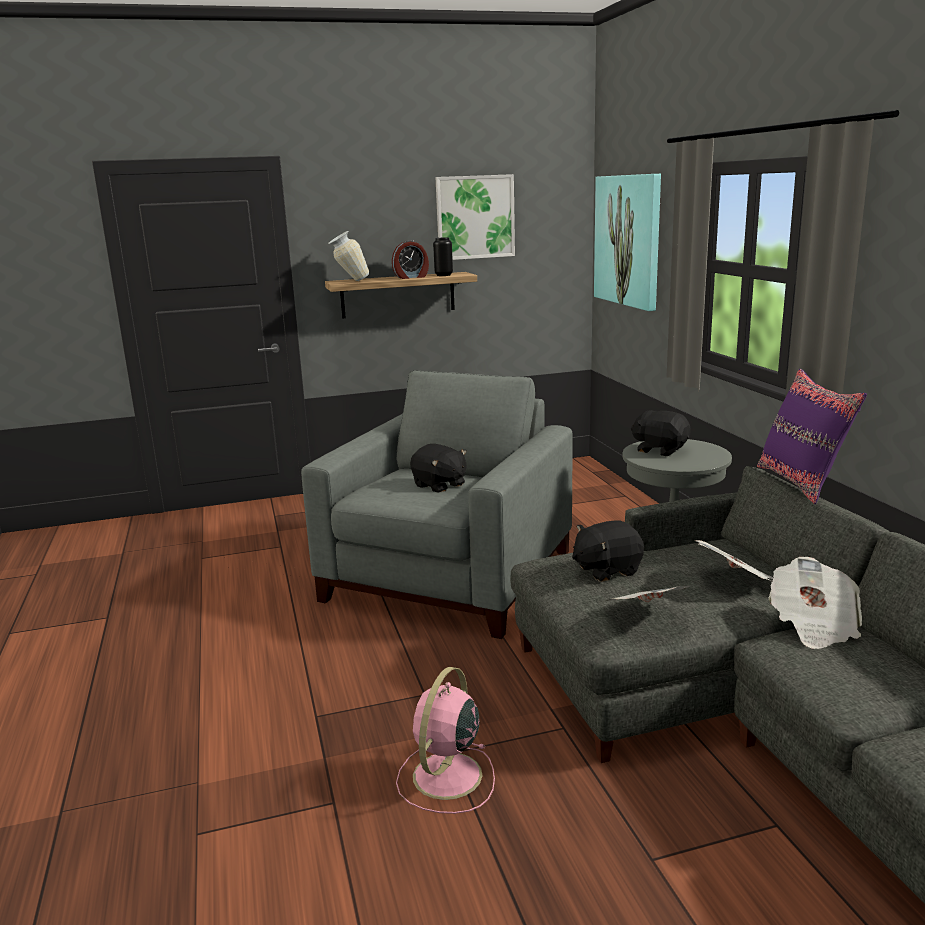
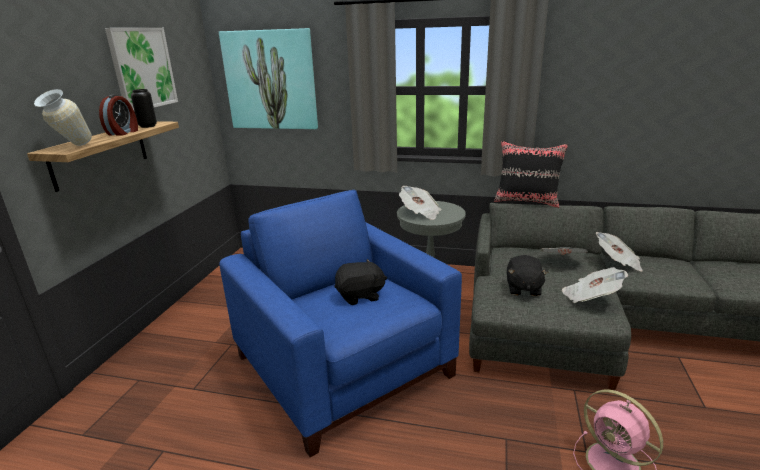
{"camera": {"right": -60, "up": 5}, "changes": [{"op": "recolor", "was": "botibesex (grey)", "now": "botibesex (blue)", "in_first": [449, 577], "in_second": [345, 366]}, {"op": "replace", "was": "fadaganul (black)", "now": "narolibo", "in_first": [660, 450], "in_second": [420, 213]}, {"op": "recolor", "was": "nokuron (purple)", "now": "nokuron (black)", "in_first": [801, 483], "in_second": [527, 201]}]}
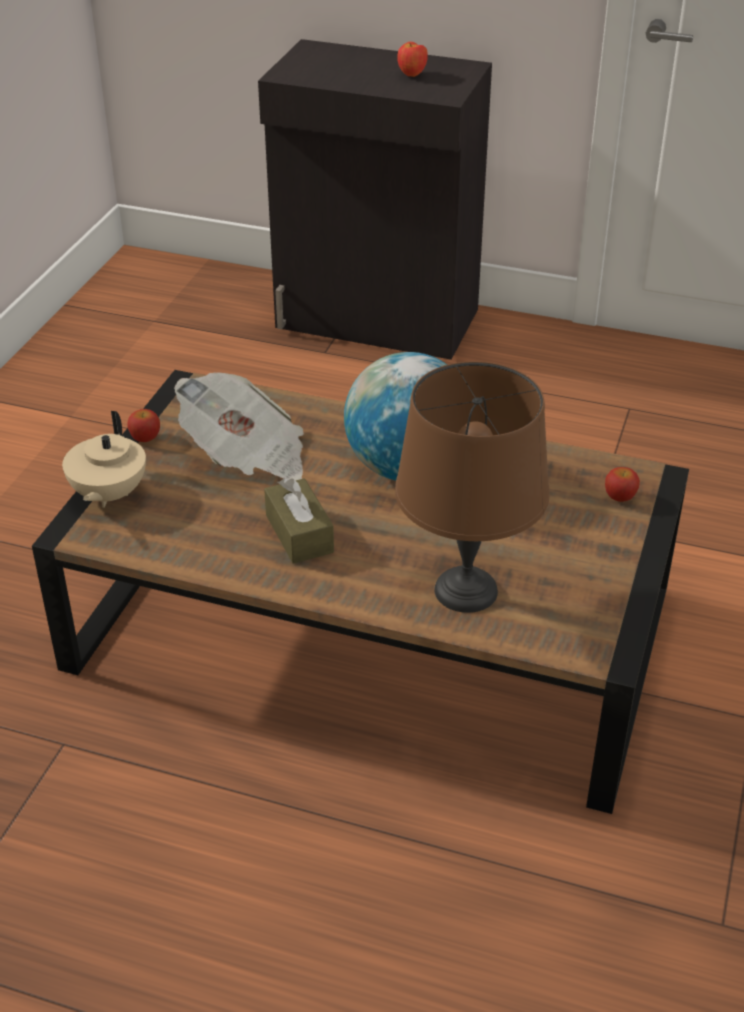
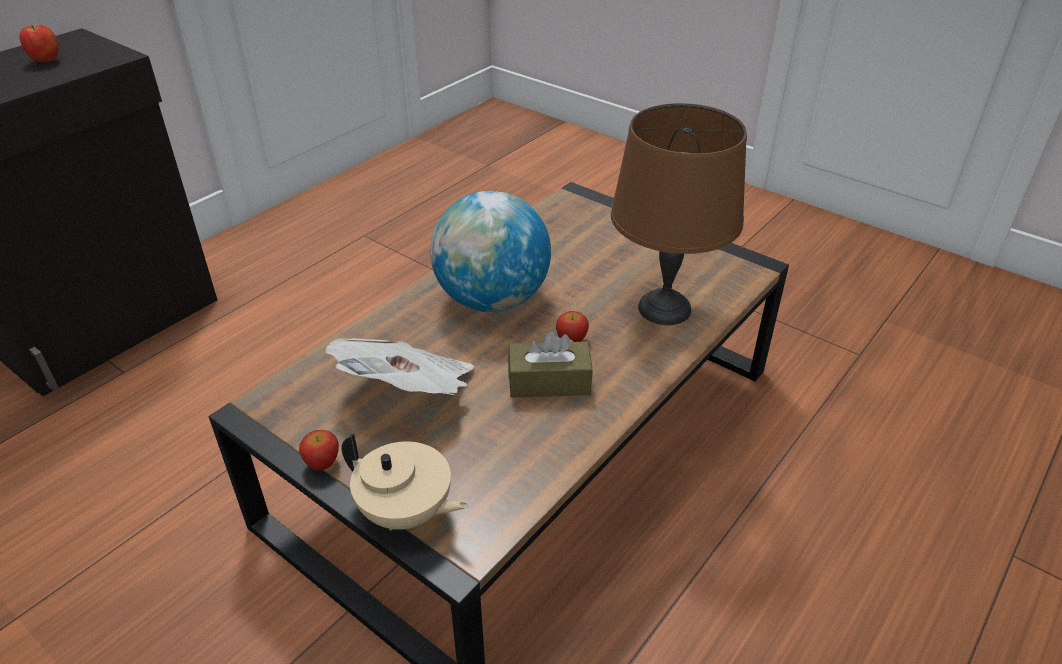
{"camera": {"right": -70, "up": 0}, "changes": [{"op": "move", "was": "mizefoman", "in_first": [620, 497], "in_second": [571, 340]}]}
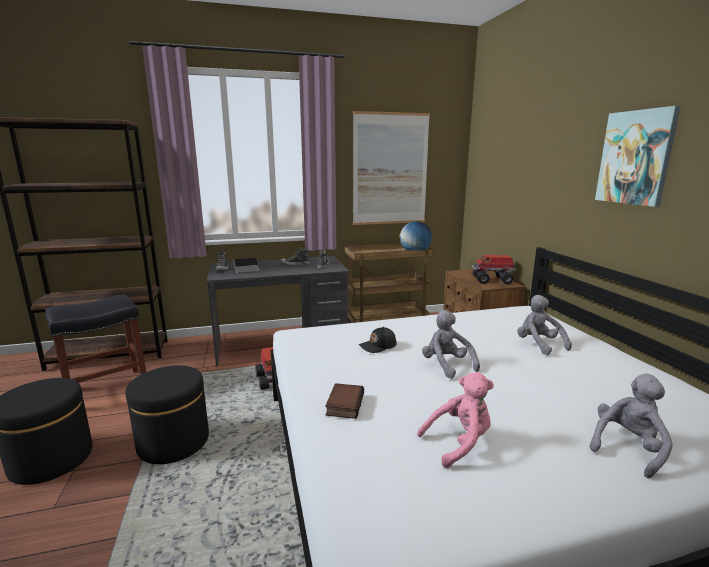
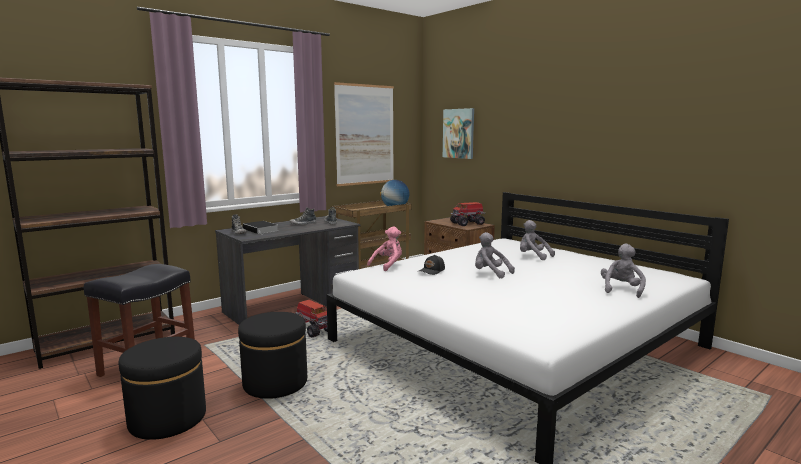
{"camera": {"right": -25, "up": -5}, "changes": [{"op": "delete", "was": "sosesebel", "in_first": [344, 404]}, {"op": "move", "was": "fadaganul (pink)", "in_first": [459, 443], "in_second": [388, 265]}, {"op": "move", "was": "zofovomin", "in_first": [635, 157], "in_second": [459, 133]}]}
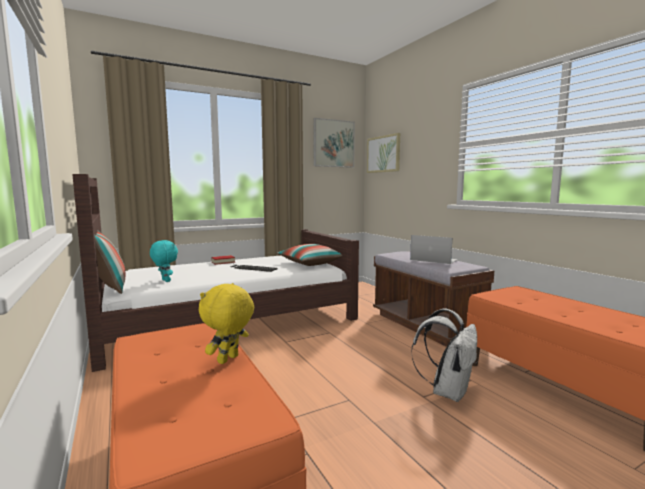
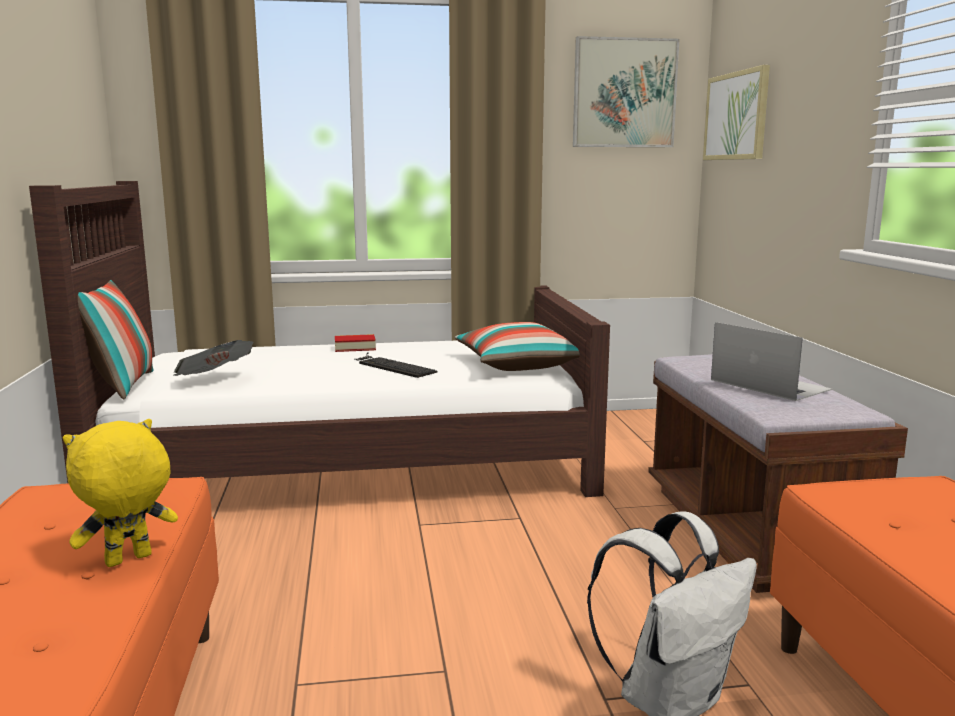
{"camera": {"right": 20, "up": 5}, "changes": [{"op": "replace", "was": "fadaganul (turquoise)", "now": "narolibo", "in_first": [165, 281], "in_second": [215, 380]}]}
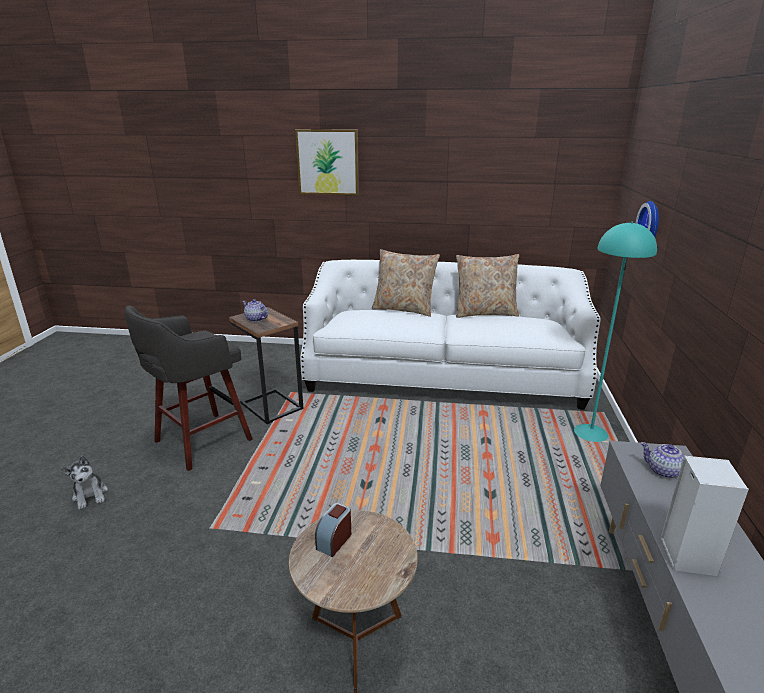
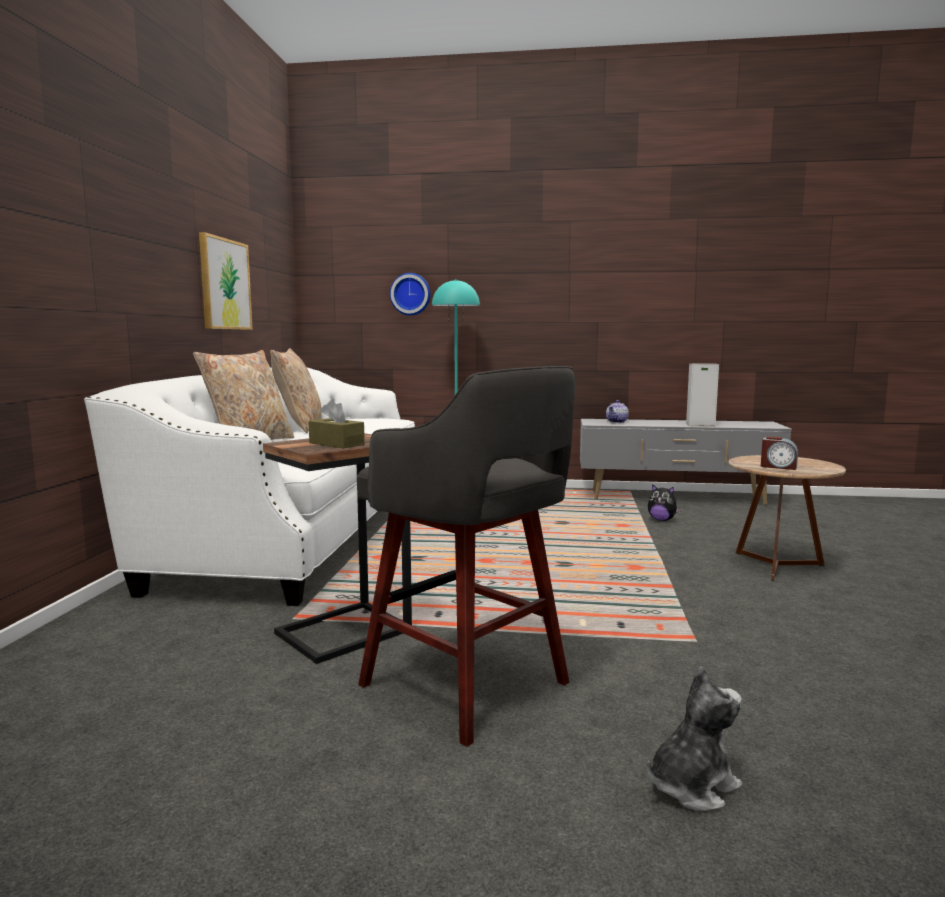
{"camera": {"right": -90, "up": -15}, "changes": [{"op": "replace", "was": "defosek", "now": "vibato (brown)", "in_first": [256, 319], "in_second": [336, 444]}, {"op": "move", "was": "zofovomin", "in_first": [328, 162], "in_second": [225, 284]}, {"op": "insert", "now": "fadaganul", "in_second": [662, 520]}]}
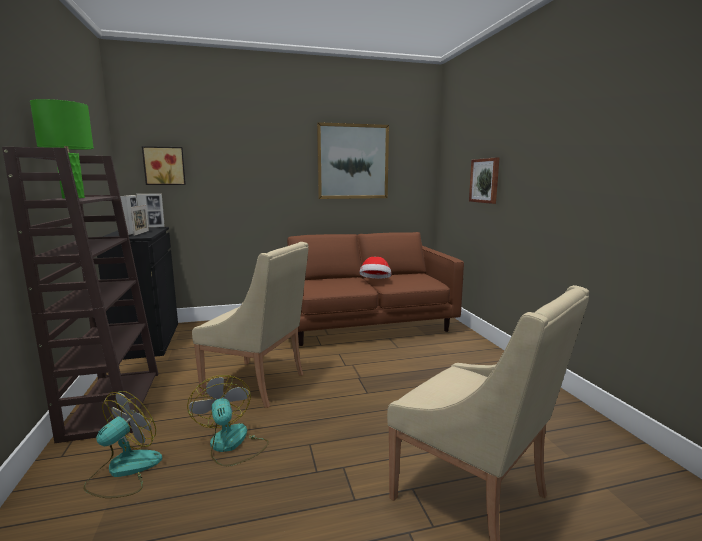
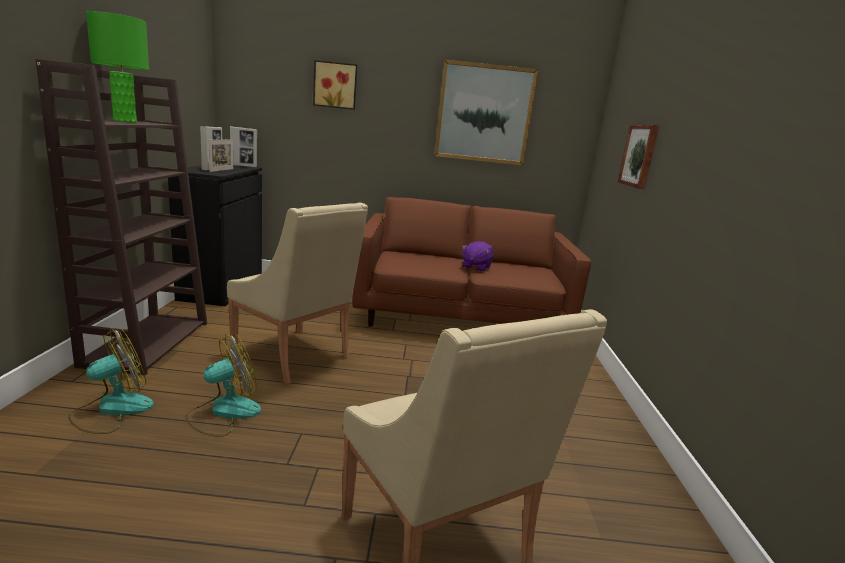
{"camera": {"right": 15, "up": 5}, "changes": [{"op": "move", "was": "zofovomin", "in_first": [164, 166], "in_second": [335, 85]}, {"op": "rotate", "was": "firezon", "in_first": [231, 445], "in_second": [224, 412], "clockwise": 60}, {"op": "replace", "was": "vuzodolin", "now": "fadaganul (purple)", "in_first": [375, 281], "in_second": [476, 267]}]}
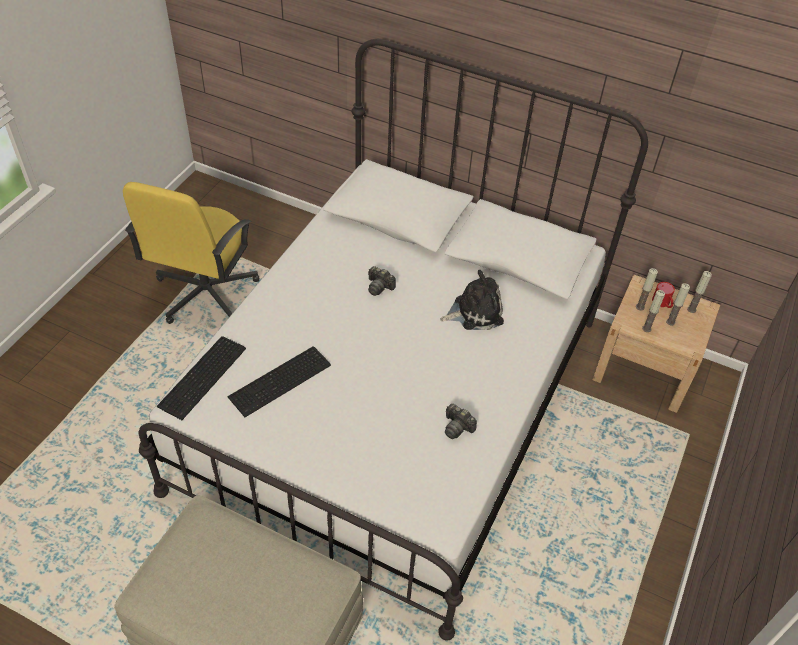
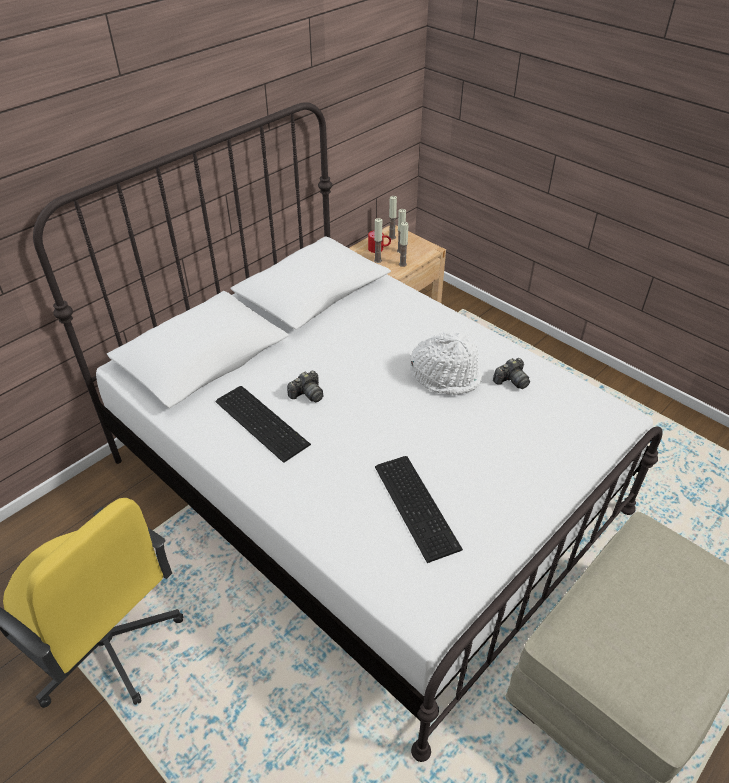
{"camera": {"right": -70, "up": -5}, "changes": [{"op": "move", "was": "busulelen", "in_first": [205, 377], "in_second": [262, 421]}, {"op": "delete", "was": "fadaganul", "in_first": [474, 311]}, {"op": "insert", "now": "vuzodolin (white)", "in_second": [446, 375]}]}
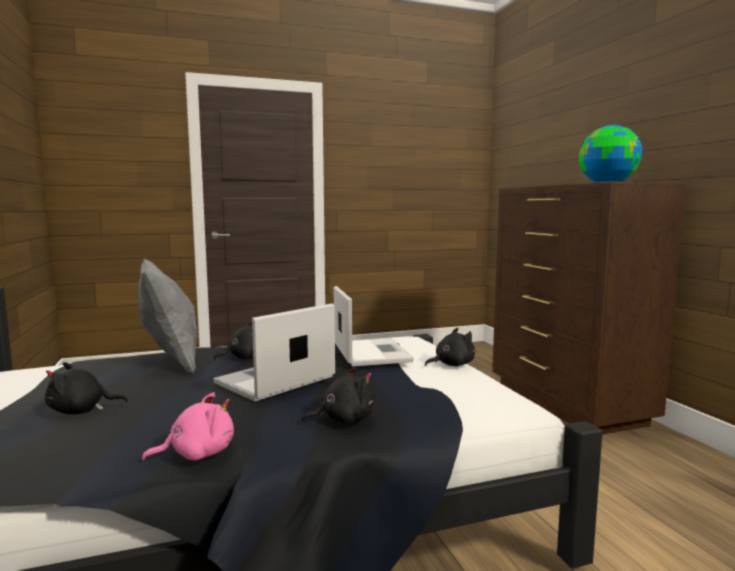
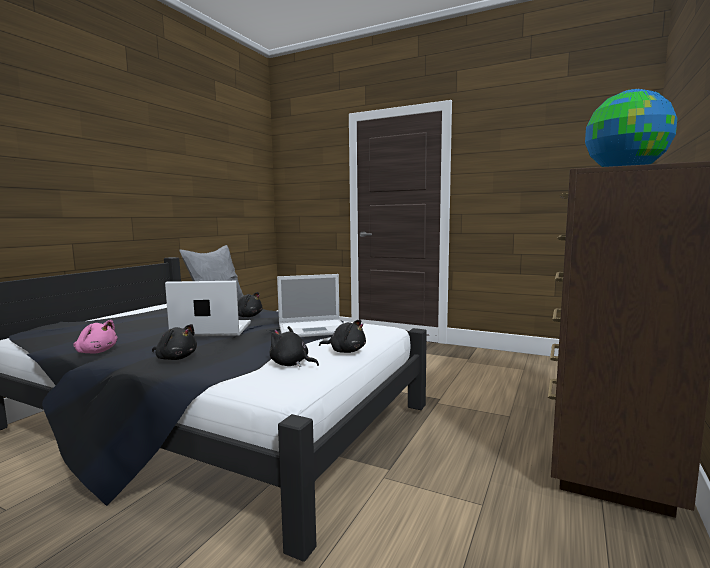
{"camera": {"right": 45, "up": 0}, "changes": [{"op": "move", "was": "fadaganul (black)", "in_first": [81, 411], "in_second": [291, 364]}, {"op": "rotate", "was": "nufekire", "in_first": [370, 352], "in_second": [314, 329], "clockwise": 45}]}
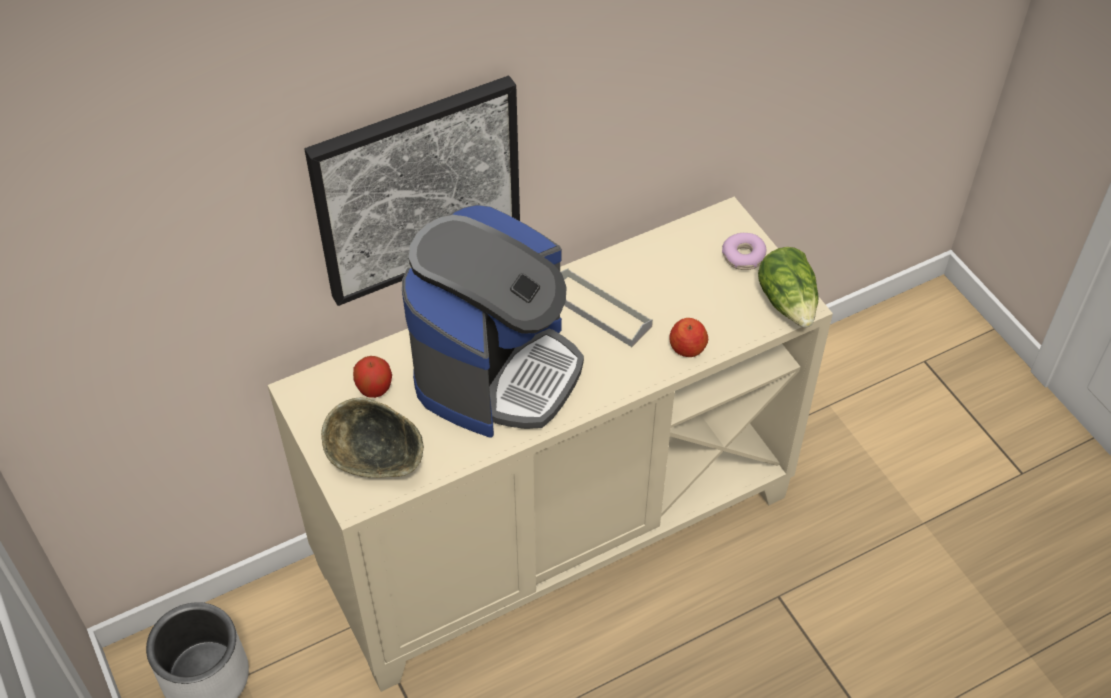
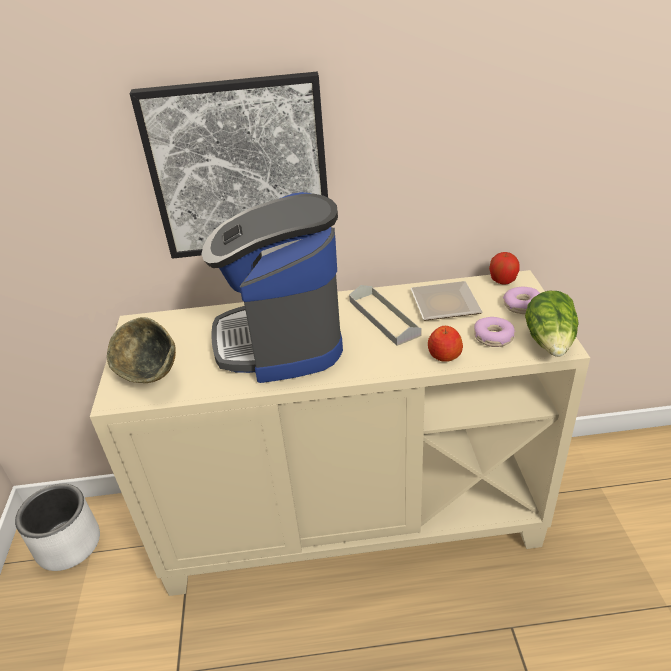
{"camera": {"right": 25, "up": -15}, "changes": [{"op": "move", "was": "mizefoman", "in_first": [374, 388], "in_second": [502, 281]}, {"op": "rotate", "was": "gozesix", "in_first": [496, 370], "in_second": [281, 339], "clockwise": 120}, {"op": "insert", "now": "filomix", "in_second": [442, 303]}, {"op": "insert", "now": "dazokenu", "in_second": [493, 337]}]}
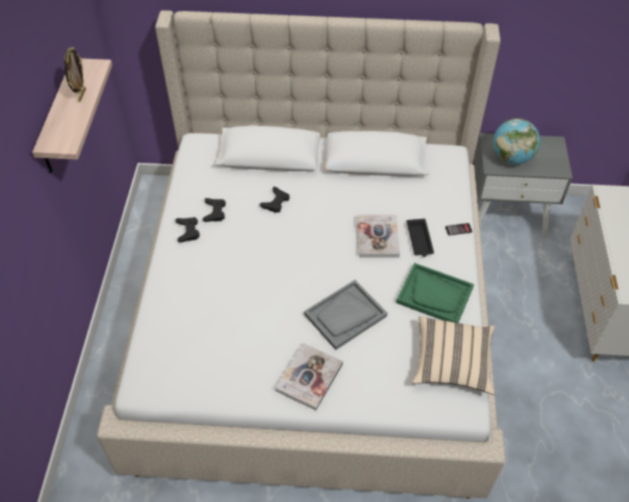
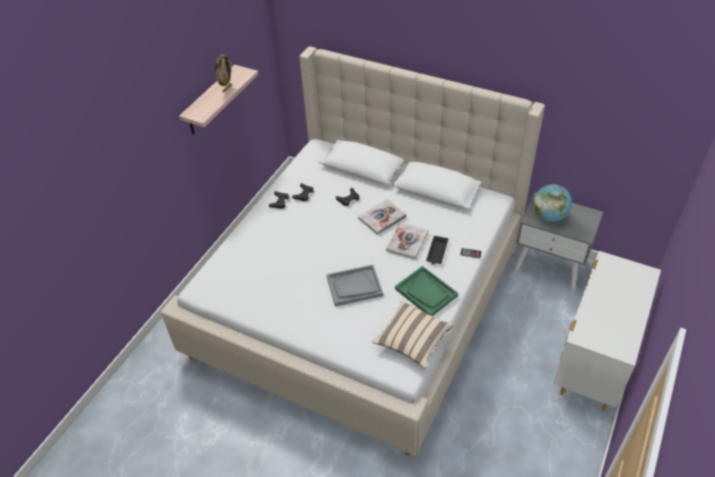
{"camera": {"right": 25, "up": -5}, "changes": [{"op": "move", "was": "sosesebel", "in_first": [309, 377], "in_second": [382, 217]}]}
